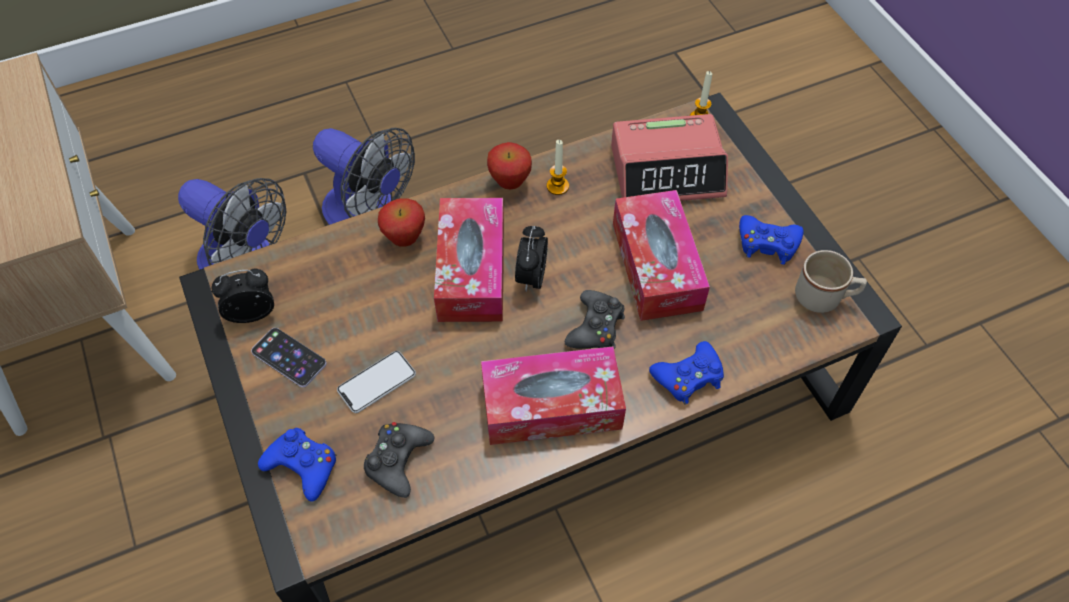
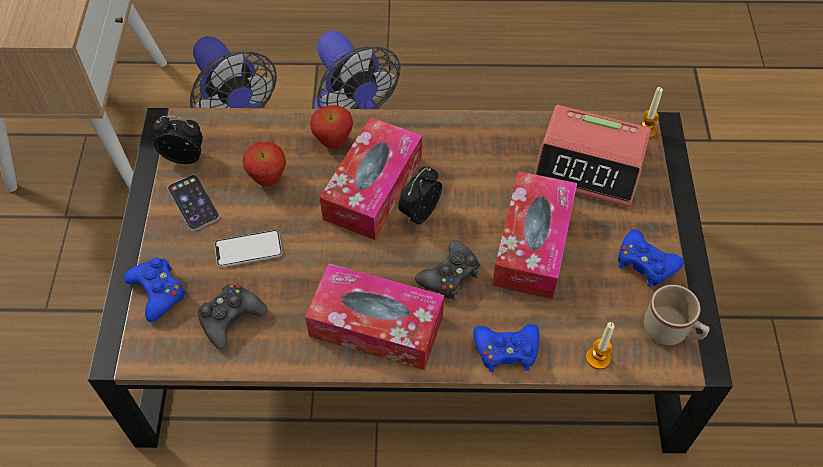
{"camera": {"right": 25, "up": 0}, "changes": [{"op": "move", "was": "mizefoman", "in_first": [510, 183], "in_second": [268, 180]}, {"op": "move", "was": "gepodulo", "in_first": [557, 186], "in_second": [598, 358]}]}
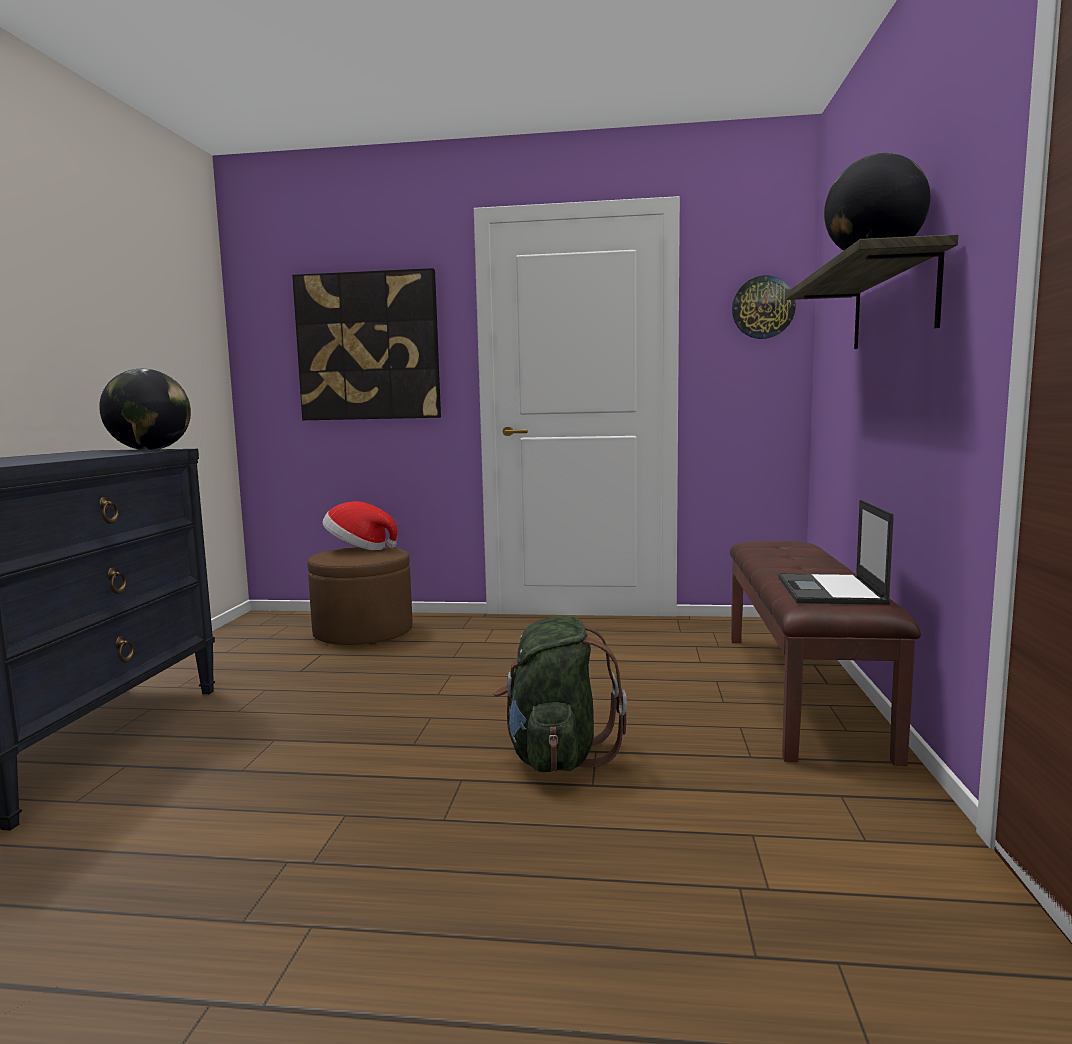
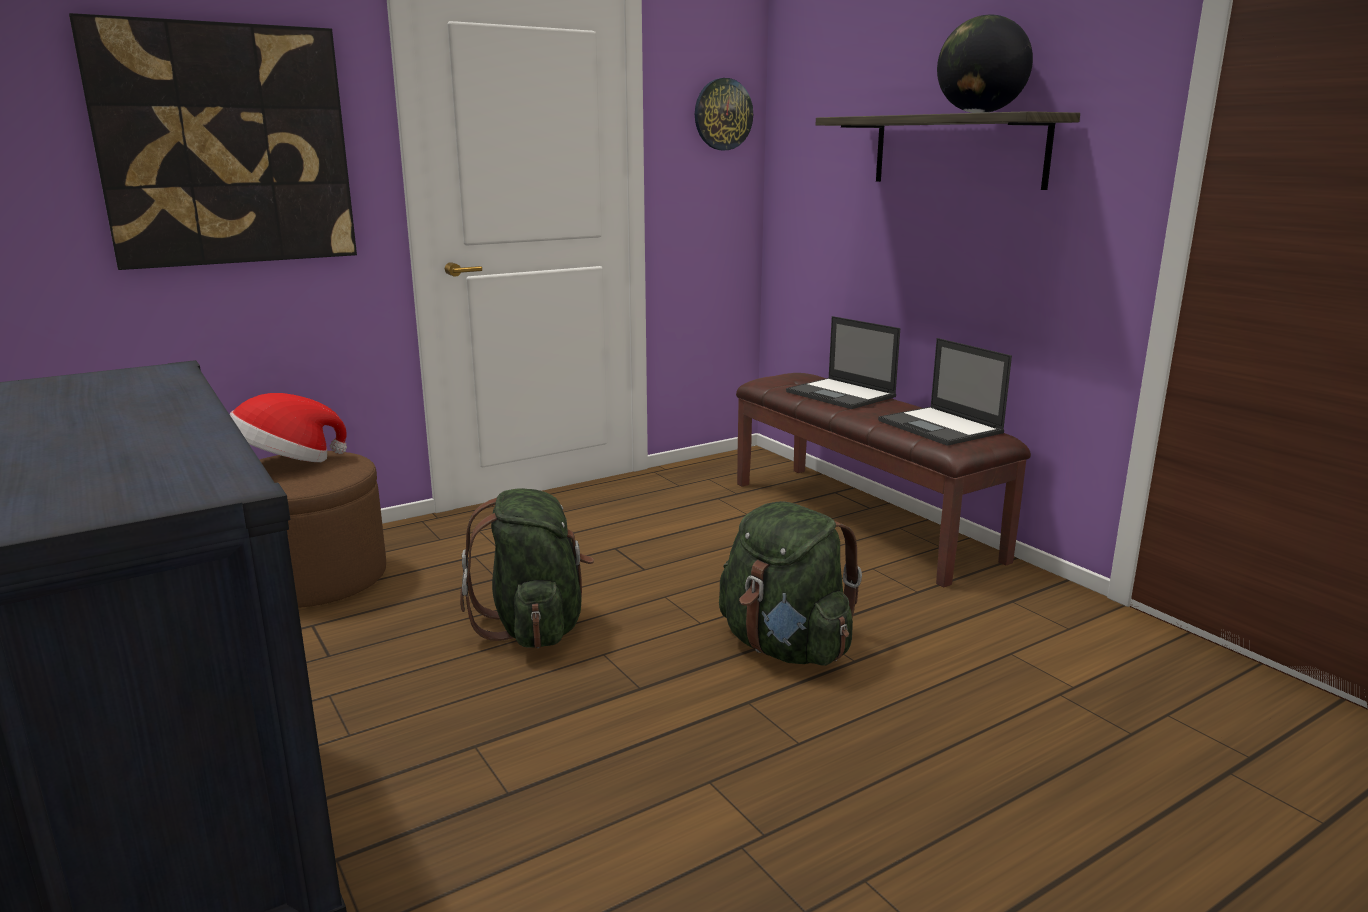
{"camera": {"right": -40, "up": 10}, "changes": [{"op": "delete", "was": "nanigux", "in_first": [150, 450]}, {"op": "insert", "now": "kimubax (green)", "in_second": [534, 626]}, {"op": "insert", "now": "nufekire", "in_second": [842, 394]}]}
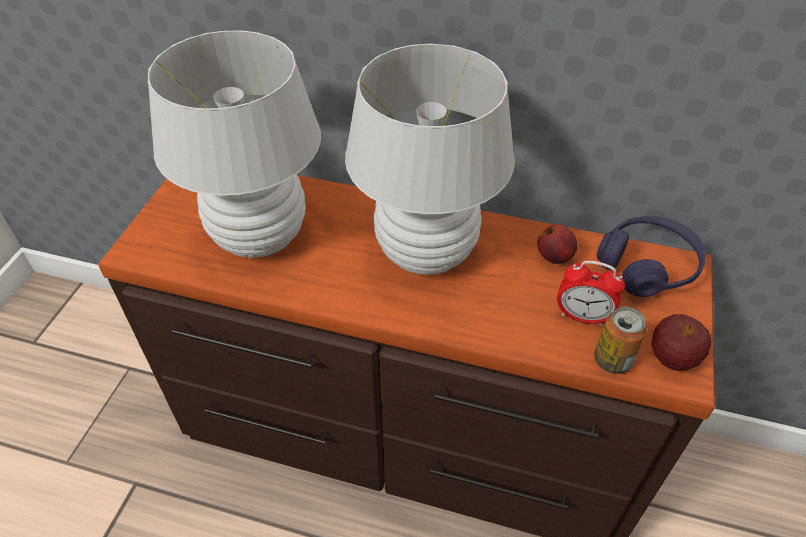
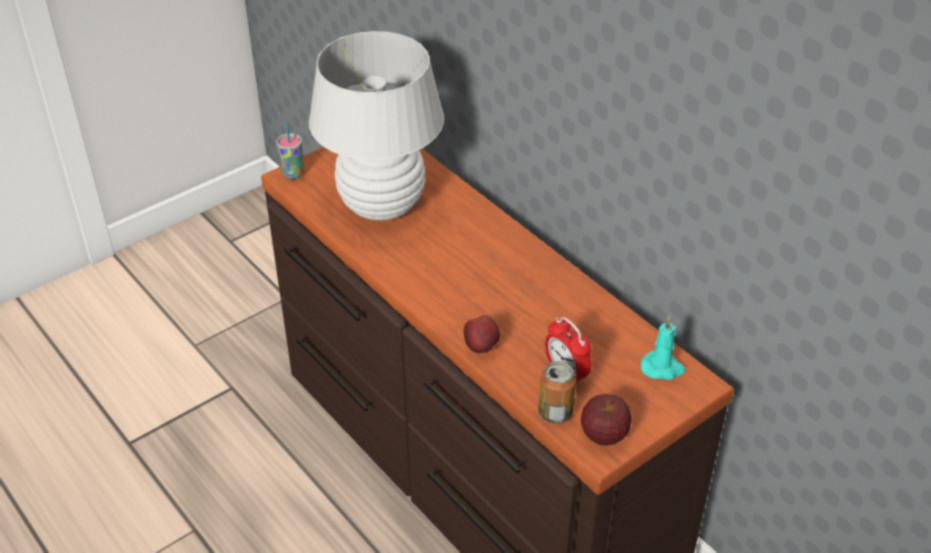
{"camera": {"right": 35, "up": -5}, "changes": [{"op": "delete", "was": "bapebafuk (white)", "in_first": [425, 253]}, {"op": "move", "was": "mizefoman", "in_first": [554, 257], "in_second": [481, 347]}, {"op": "replace", "was": "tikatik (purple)", "now": "gepodulo (turquoise)", "in_first": [647, 266], "in_second": [662, 368]}, {"op": "insert", "now": "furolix", "in_second": [293, 174]}]}
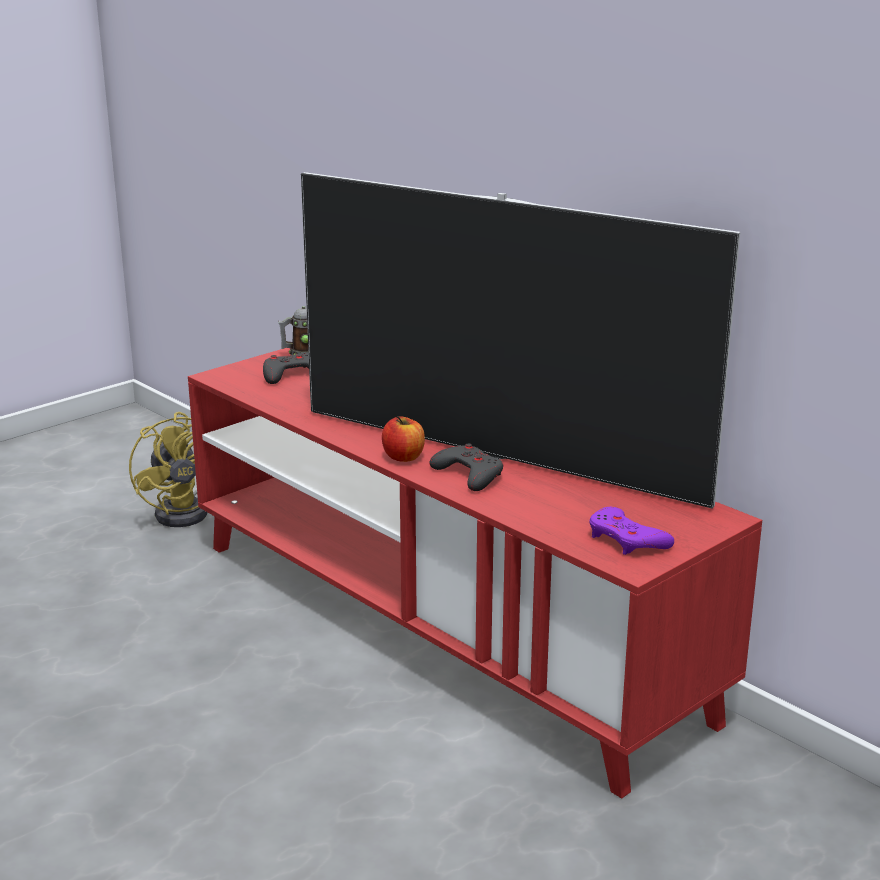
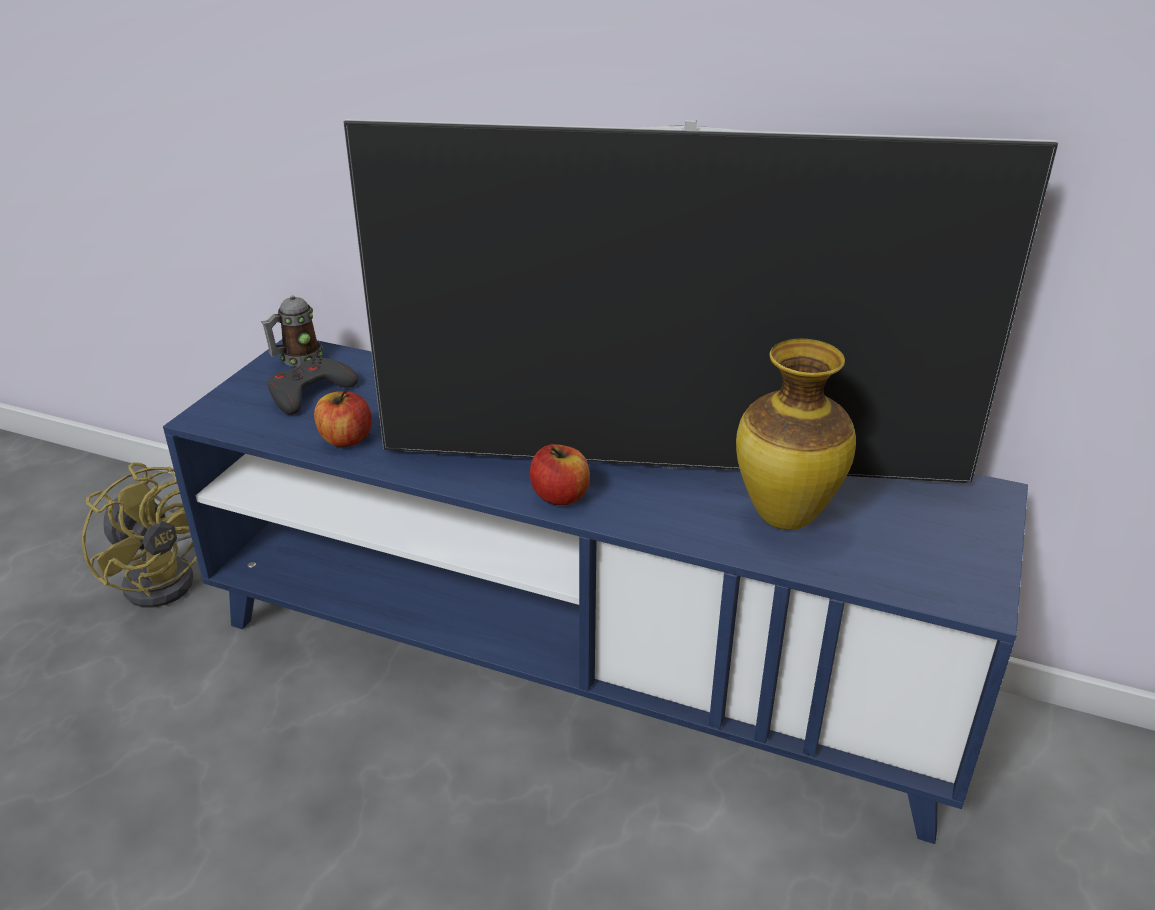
{"camera": {"right": -25, "up": 10}, "changes": [{"op": "recolor", "was": "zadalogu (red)", "now": "zadalogu (blue)", "in_first": [440, 627], "in_second": [577, 660]}, {"op": "delete", "was": "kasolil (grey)", "in_first": [469, 474]}, {"op": "delete", "was": "kasolil (purple)", "in_first": [626, 539]}, {"op": "insert", "now": "mizefoman", "in_second": [345, 439]}, {"op": "insert", "now": "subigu", "in_second": [782, 517]}]}
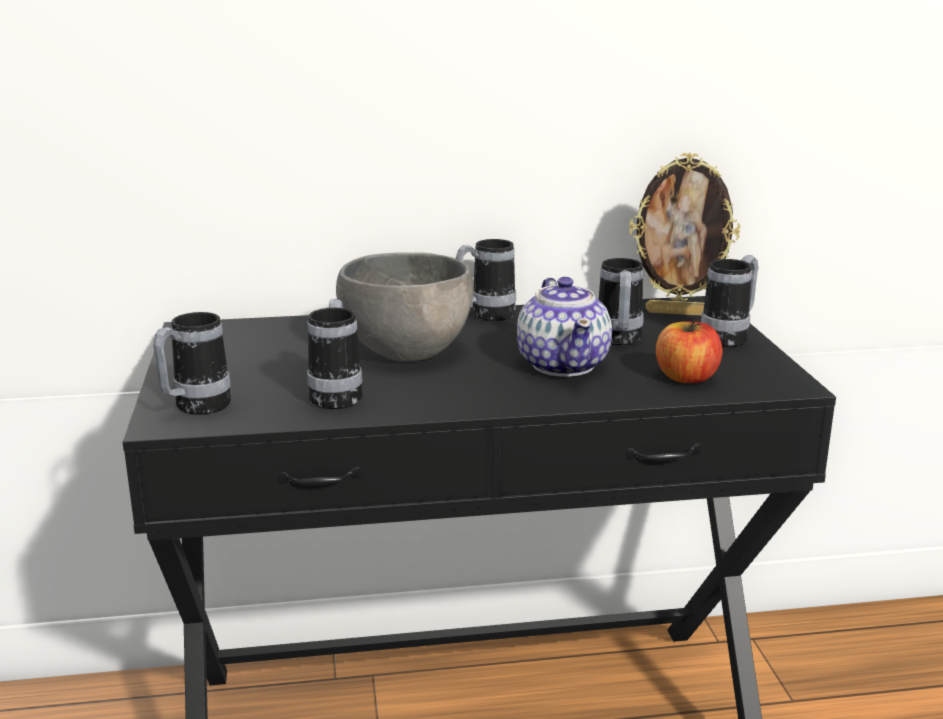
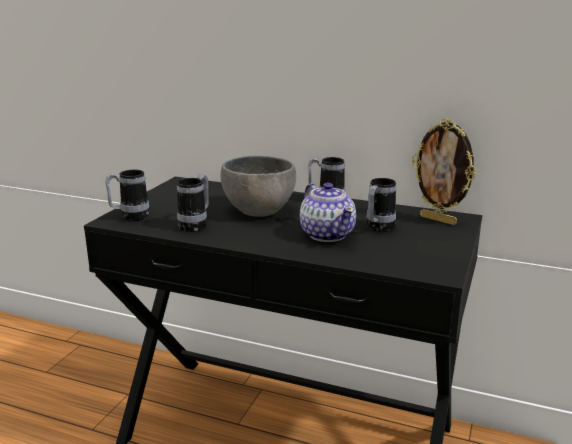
{"camera": {"right": 30, "up": 0}, "changes": [{"op": "rotate", "was": "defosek", "in_first": [563, 364], "in_second": [327, 234], "clockwise": -45}, {"op": "delete", "was": "mizefoman", "in_first": [686, 377]}, {"op": "delete", "was": "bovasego", "in_first": [729, 336]}]}
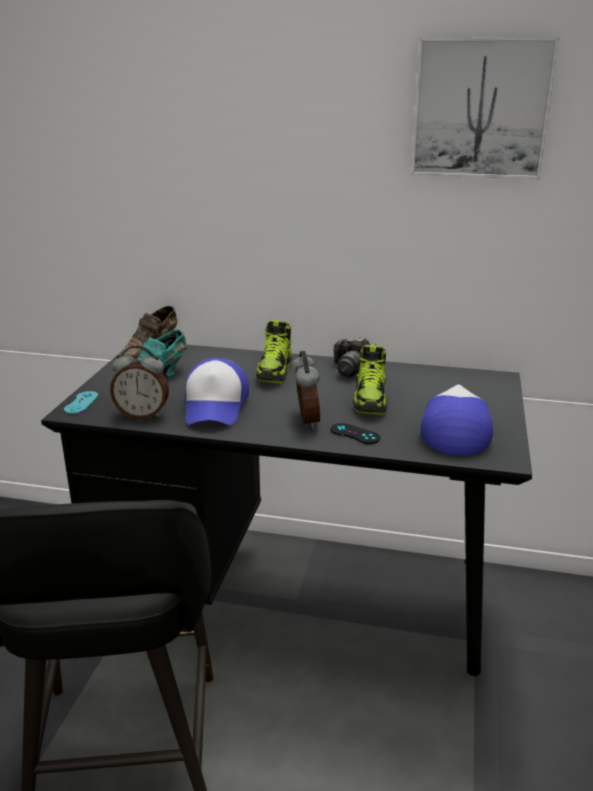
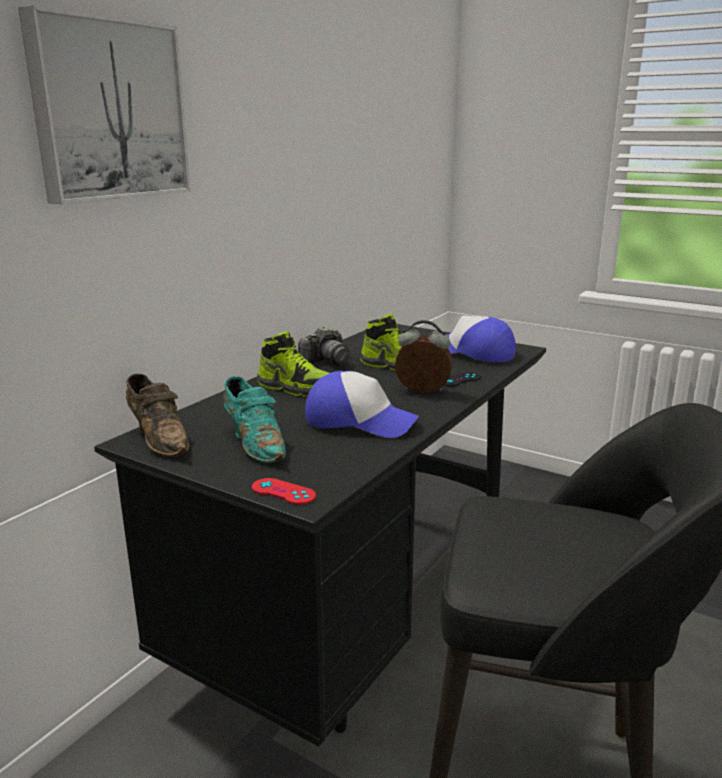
{"camera": {"right": -70, "up": -5}, "changes": [{"op": "recolor", "was": "kasolil (turquoise)", "now": "kasolil (red)", "in_first": [81, 403], "in_second": [283, 492]}, {"op": "delete", "was": "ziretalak", "in_first": [142, 414]}, {"op": "move", "was": "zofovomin", "in_first": [480, 108], "in_second": [108, 111]}]}
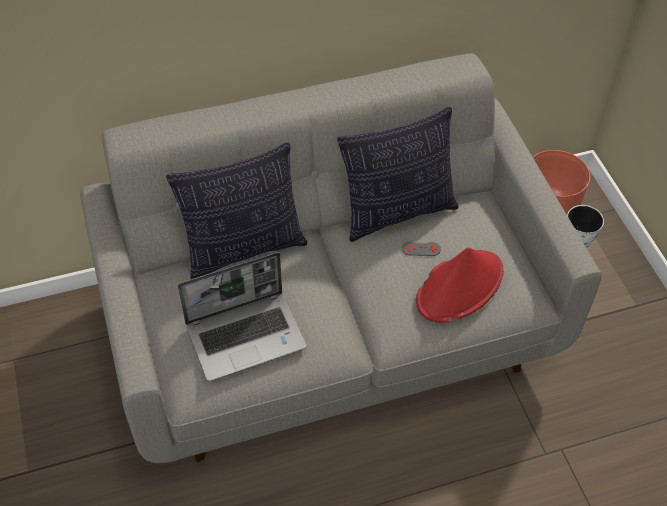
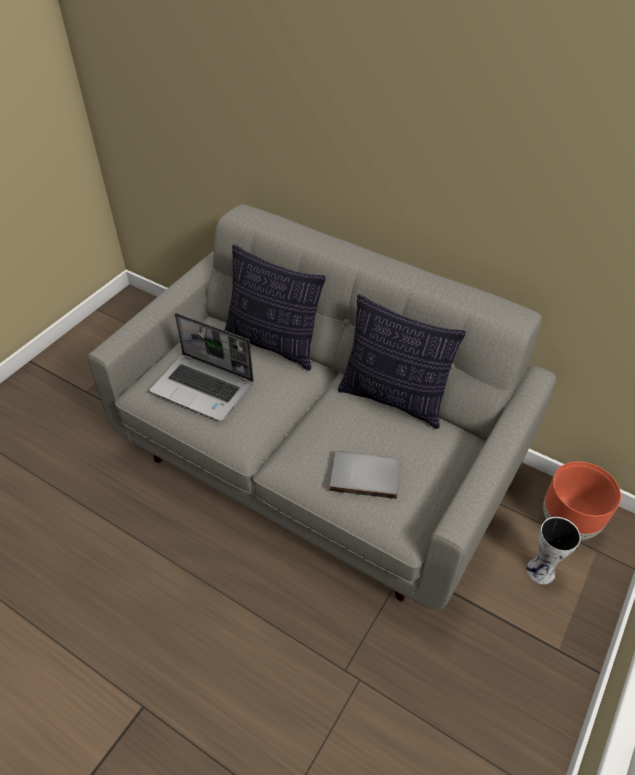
{"camera": {"right": 50, "up": -5}, "changes": [{"op": "delete", "was": "kasolil (grey)", "in_first": [421, 249]}, {"op": "replace", "was": "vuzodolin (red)", "now": "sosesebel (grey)", "in_first": [460, 286], "in_second": [365, 474]}]}
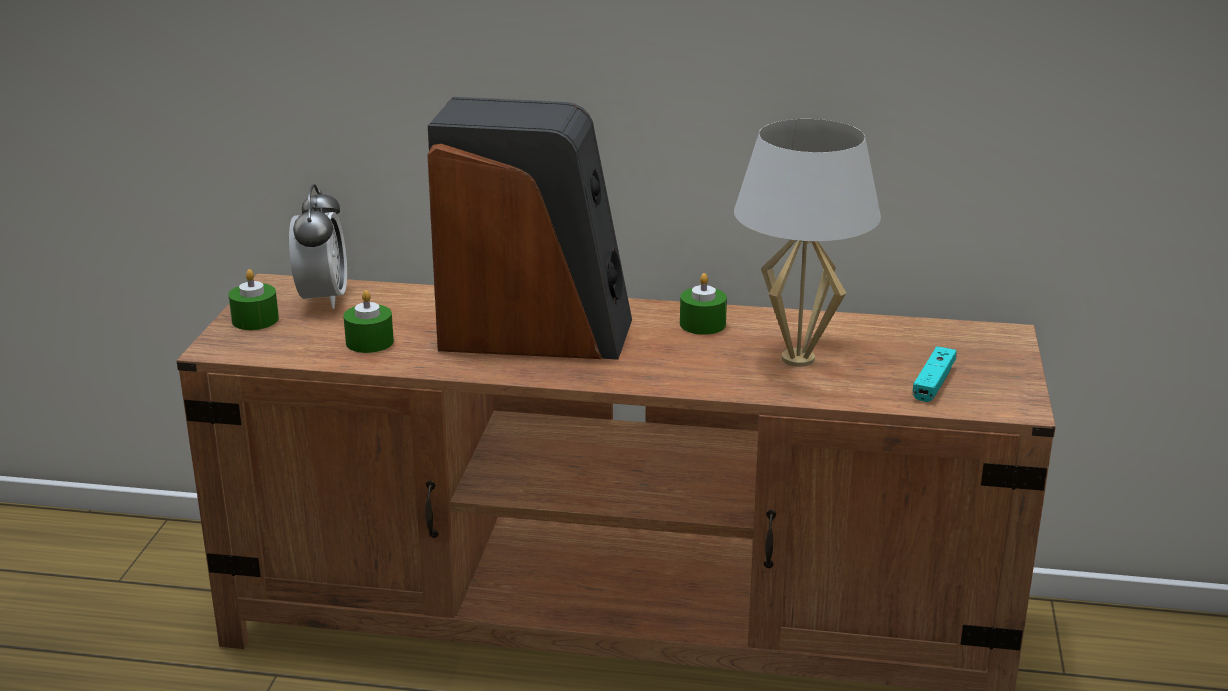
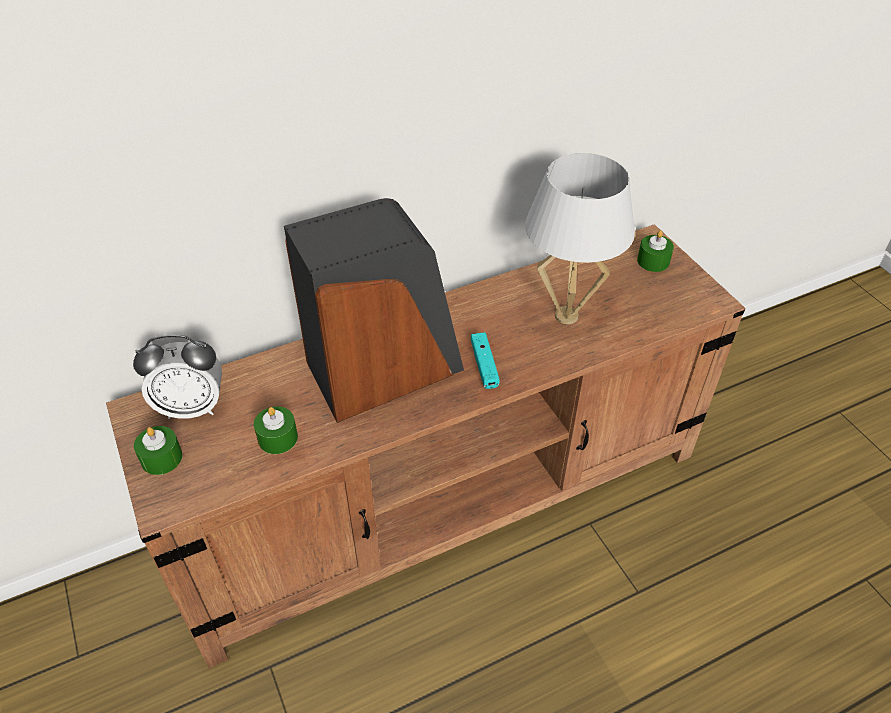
{"camera": {"right": -35, "up": 20}, "changes": [{"op": "rotate", "was": "ziretalak", "in_first": [322, 298], "in_second": [192, 407], "clockwise": 120}, {"op": "move", "was": "gepodulo (green)", "in_first": [702, 324], "in_second": [653, 261]}, {"op": "move", "was": "kasolil (turquoise)", "in_first": [933, 383], "in_second": [484, 365]}]}
